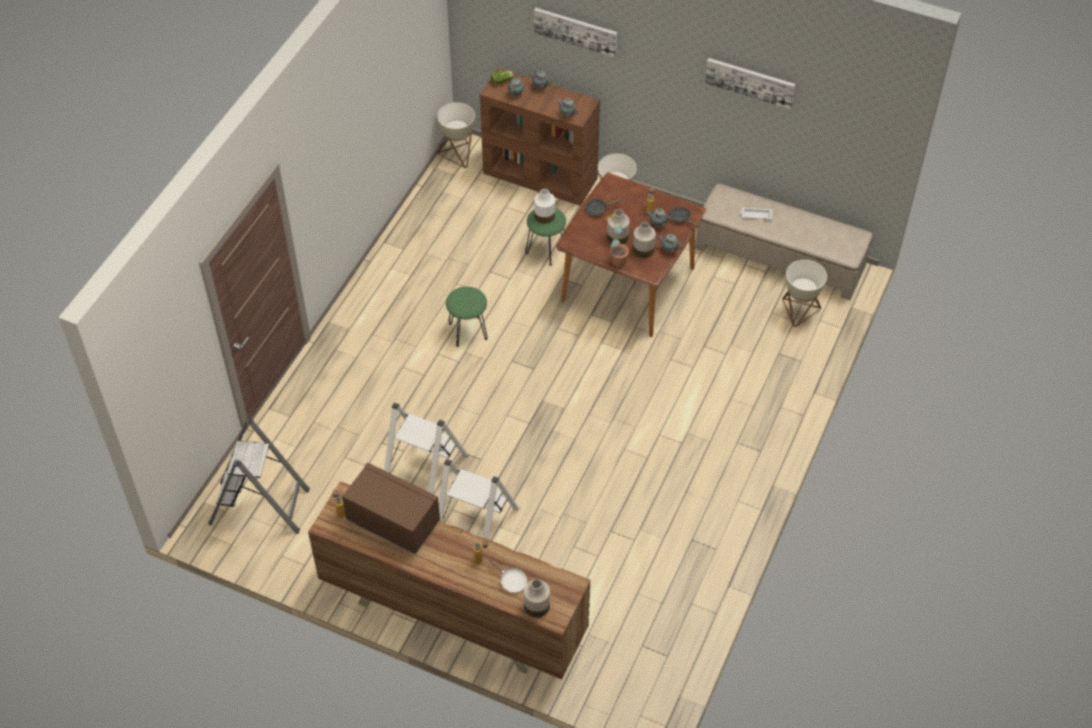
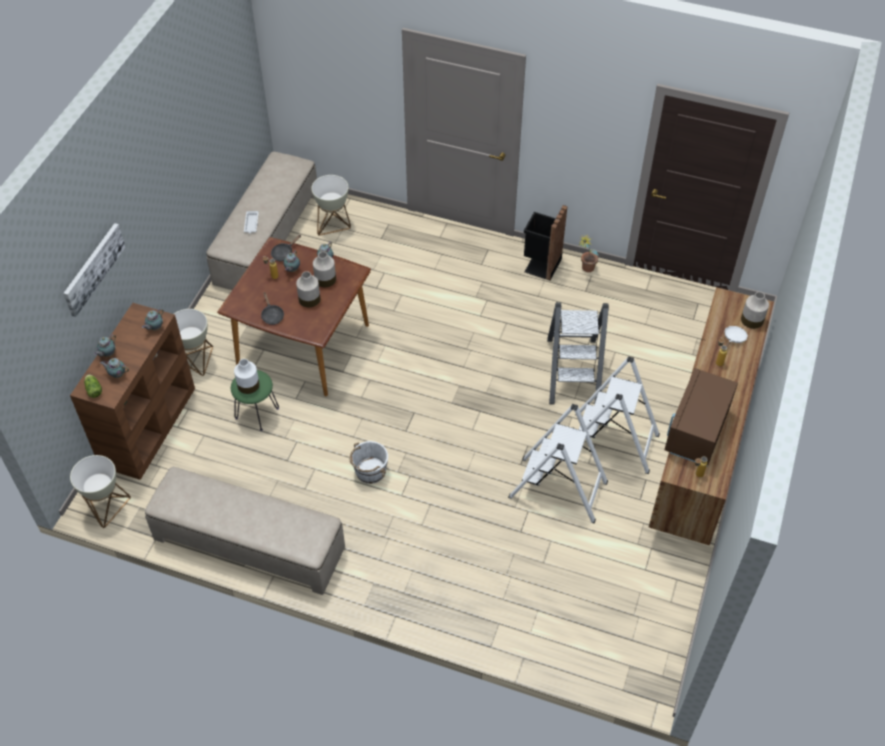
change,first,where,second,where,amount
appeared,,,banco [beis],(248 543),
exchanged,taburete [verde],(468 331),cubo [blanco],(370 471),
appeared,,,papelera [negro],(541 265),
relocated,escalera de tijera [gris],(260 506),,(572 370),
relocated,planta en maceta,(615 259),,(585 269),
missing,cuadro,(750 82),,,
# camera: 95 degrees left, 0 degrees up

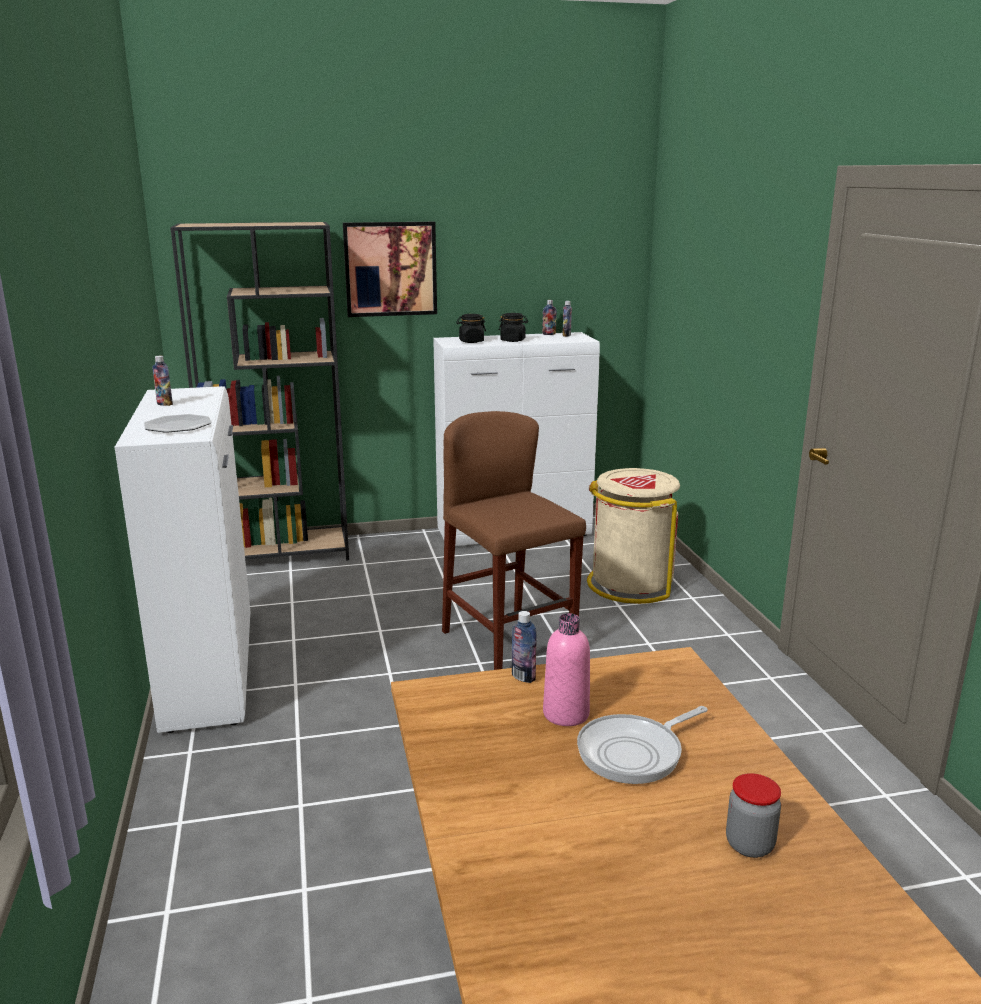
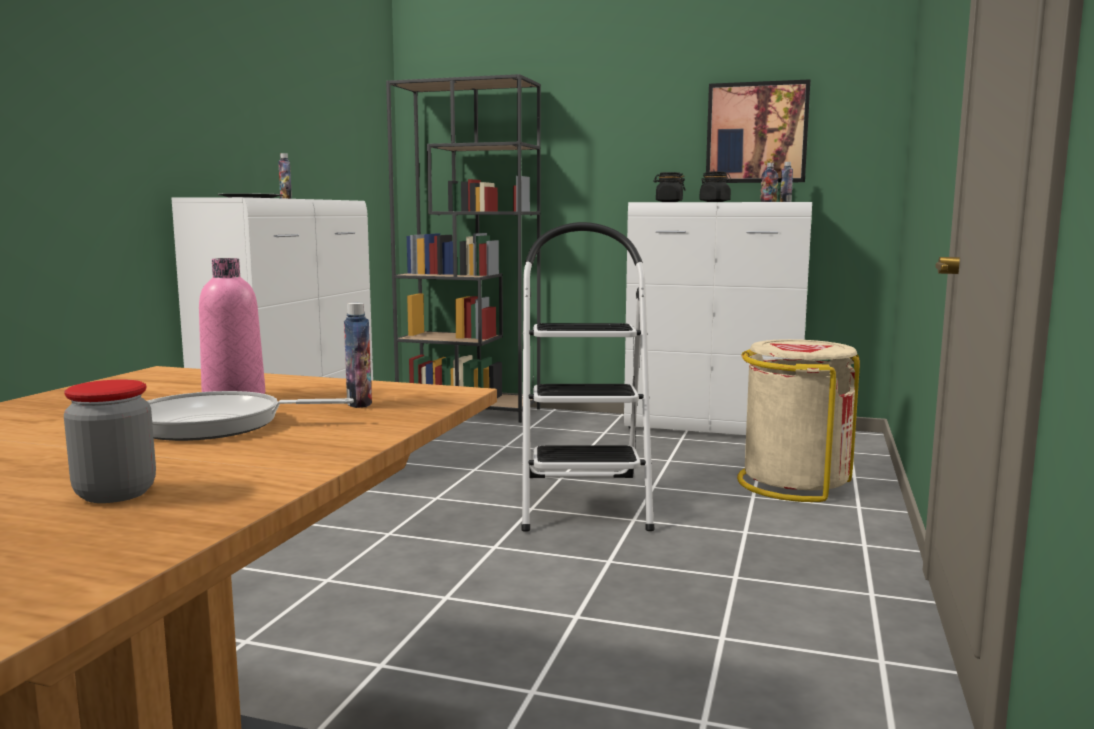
change,first,where,second,where,amount
relocated,botella,(523 677),,(359 404),
exchanged,taburete [marrón],(508 642),escalera de tijera,(584 500),
relocated,cuadro,(390 269),,(757 133),
# camera: 30 degrees right, 10 degrees down

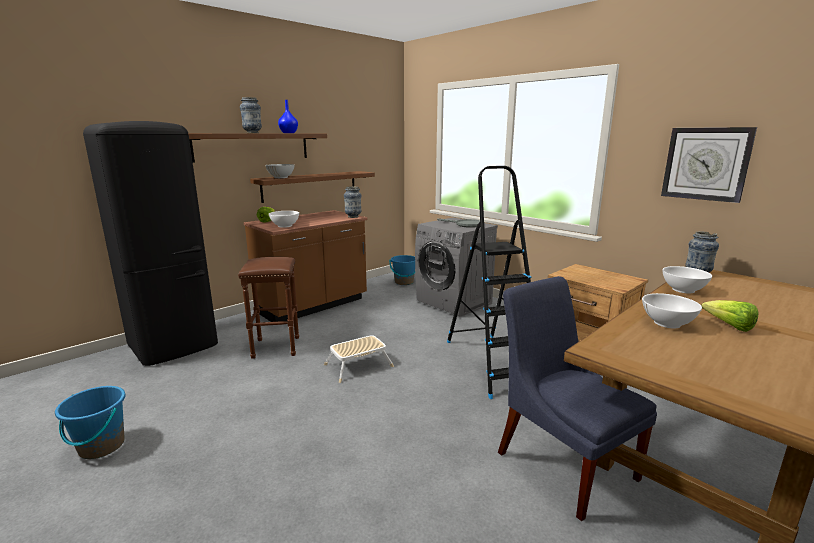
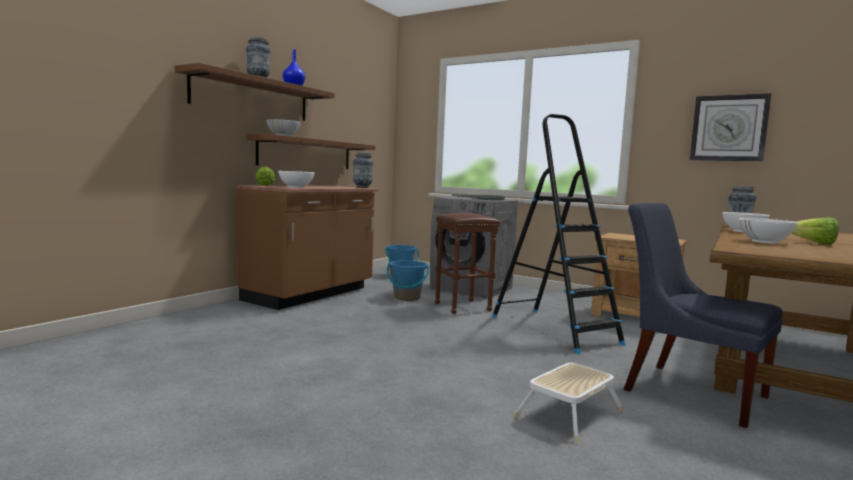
change,first,where,second,where,amount
relocated,cubo [azul],(101 446),,(407 298),
relocated,taburete [marrón],(275 347),,(462 307),
relocated,escalera de tijera [beis],(358 365),,(570 414),
missing,nevera [negro],(175 346),,,
# camera: 15 degrees left, 10 degrees down

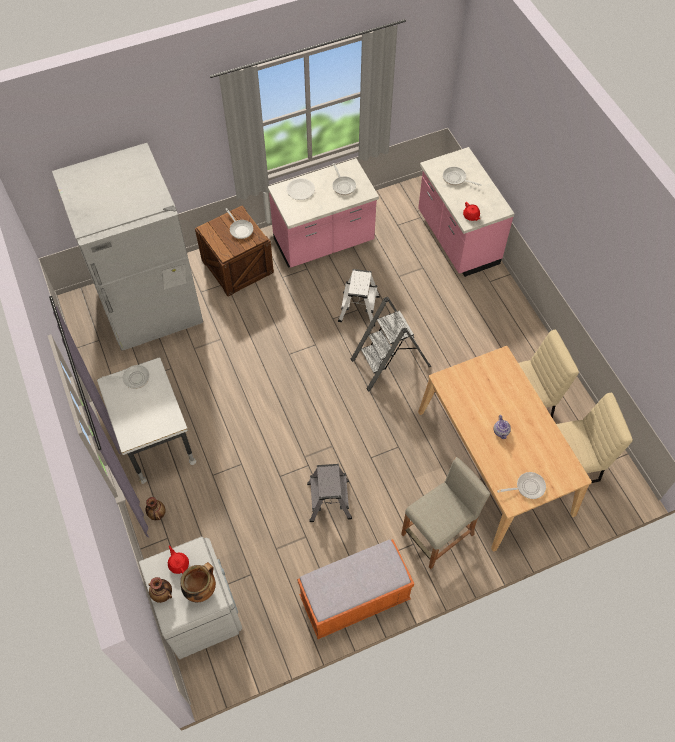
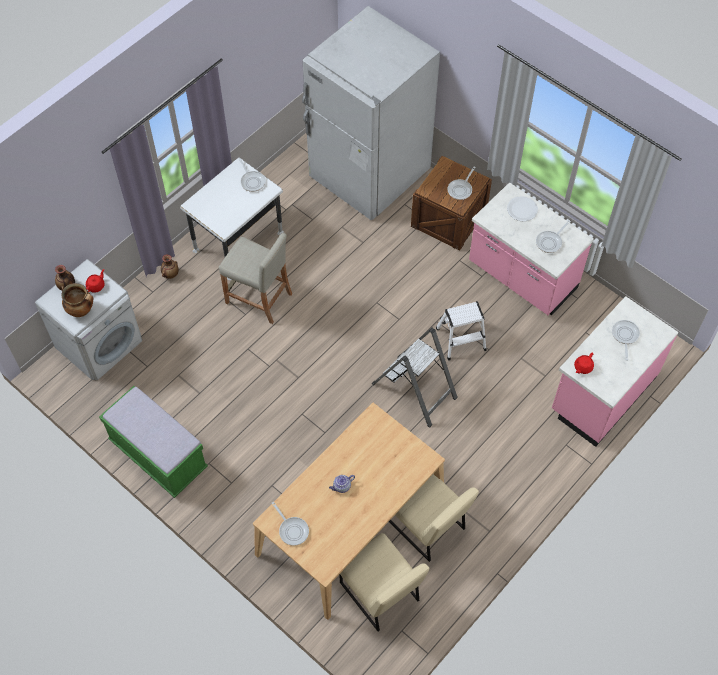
change,first,where,second,where,amount
colour,banco [naranja],(354 599),banco [verde],(158 455),
relocated,taburete [beis],(438 535),,(259 298),
missing,escalera de tijera [gris],(329 500),,,
# camera: 65 degrees right, 0 degrees up

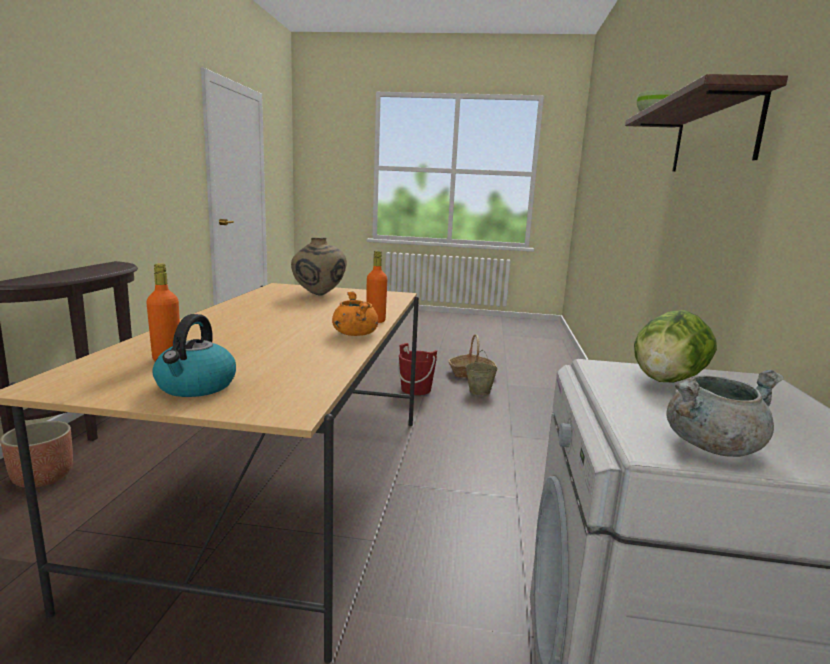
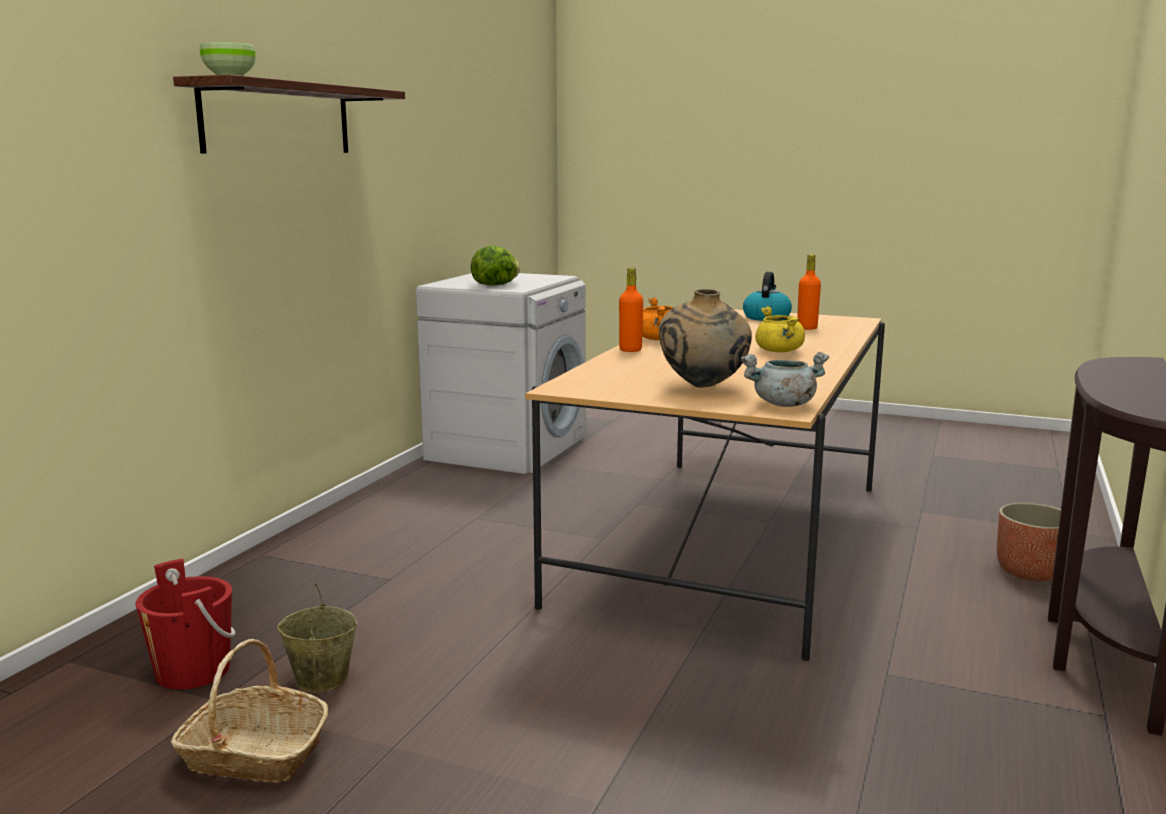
change,first,where,second,where,amount
relocated,cubo [rojo],(416 389),,(193 671),
relocated,olla [gris],(712 445),,(783 404),
appeared,,,olla [amarillo],(779 351),
# camera: 165 degrees left, 0 degrees up

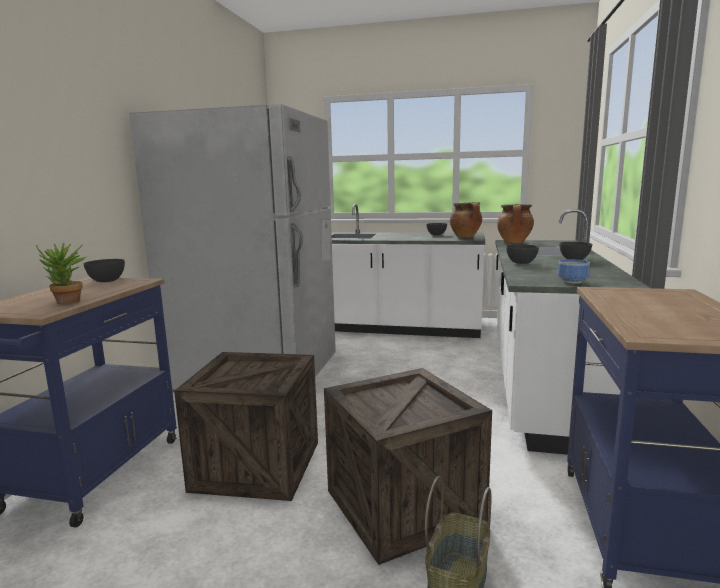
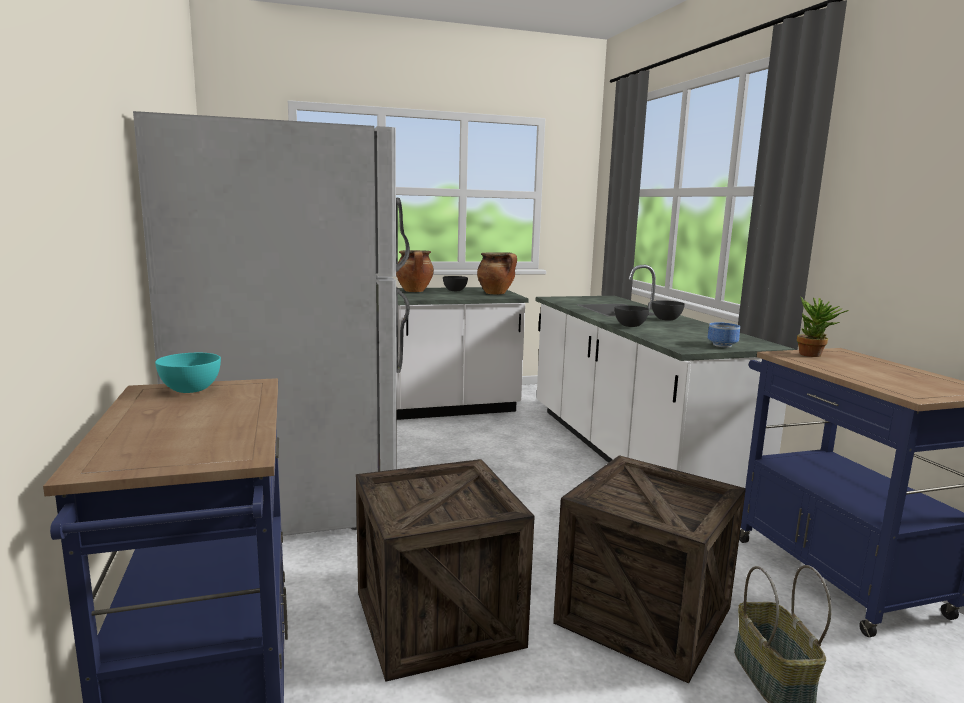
change,first,where,second,where,amount
colour,cuenco [gris],(107 281),cuenco [turquesa],(191 390),
relocated,olla,(514 242),,(415 291),
relocated,planta en maceta,(67 303),,(814 355),
# camera: 30 degrees left, 0 degrees up

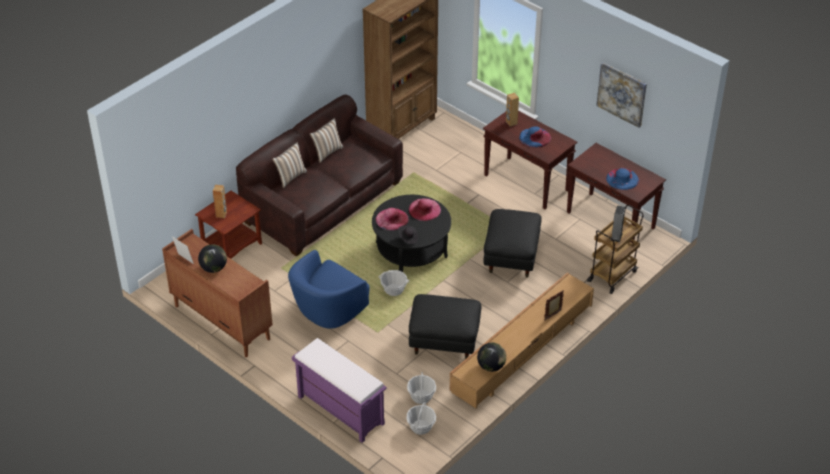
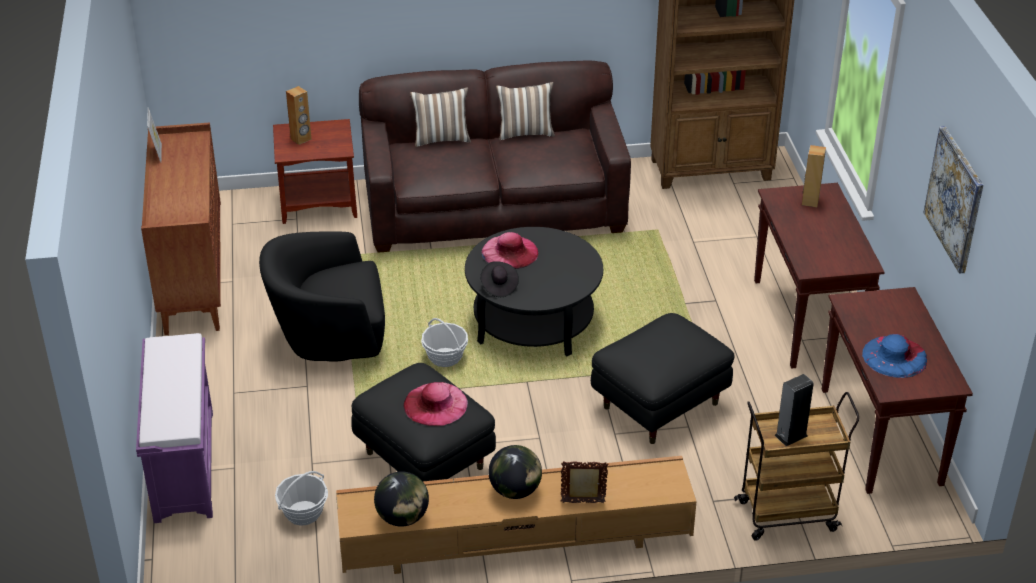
change,first,where,second,where,amount
colour,sillón [azul],(328 312),sillón [negro],(330 338),
relocated,sombrero [rosa],(424 209),,(435 404),
relocated,globo terráqueo,(213 268),,(515 491),
missing,cesta,(421 427),,,
missing,sombrero [azul],(535 137),,,
# camera: 40 degrees right, 5 degrees down

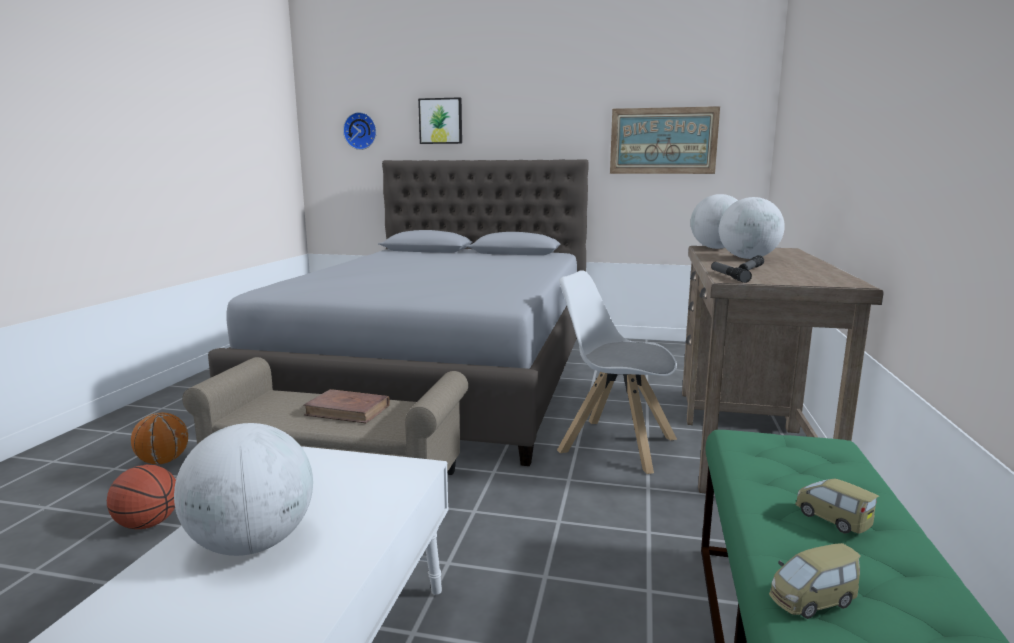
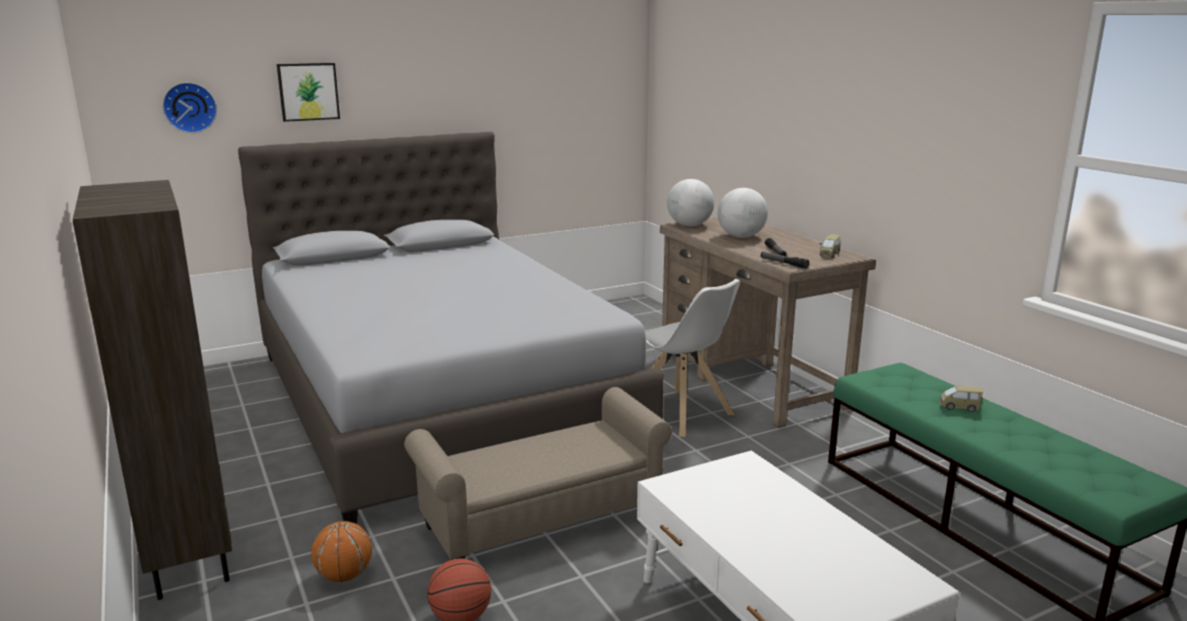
change,first,where,second,where,amount
appeared,,,estantería [marrón],(187 554),
spun,silla,(614 444),,(682 413),120 degrees counterclockwise
relocated,coche de juguete,(811 600),,(829 254),
missing,globo terráqueo,(252 544),,,
missing,libro [marrón],(348 410),,,
missing,cuadro,(663 141),,,
# camera: 40 degrees left, 5 degrees up

